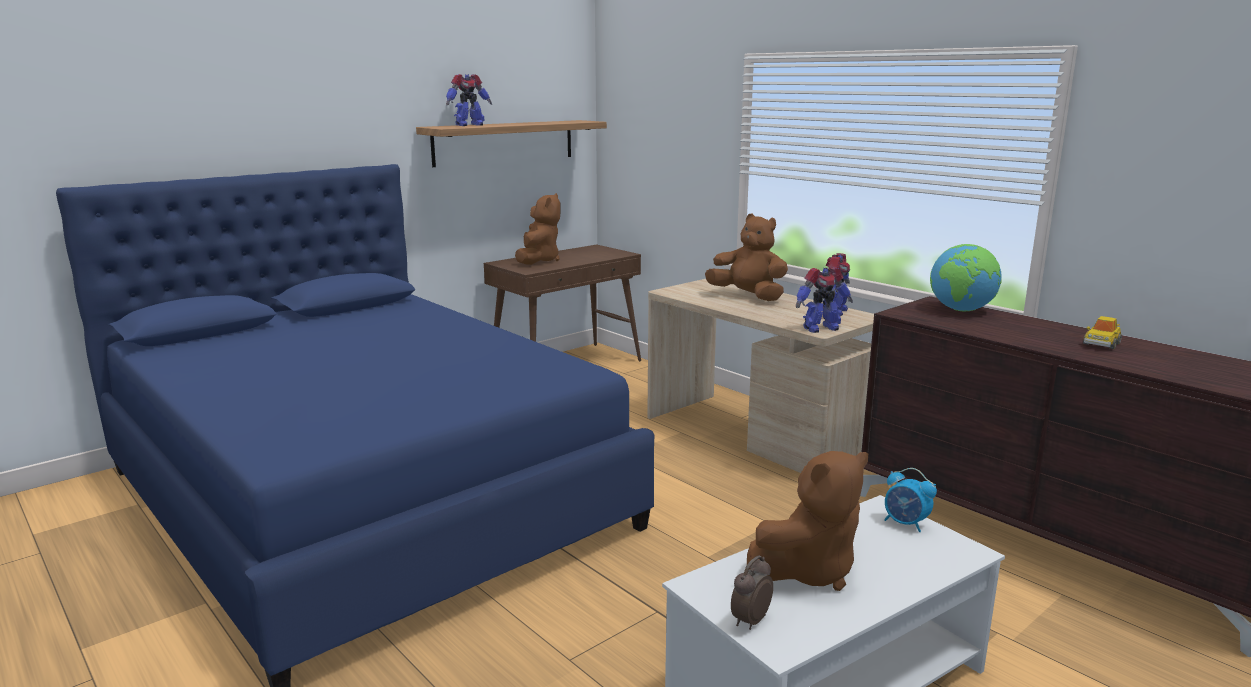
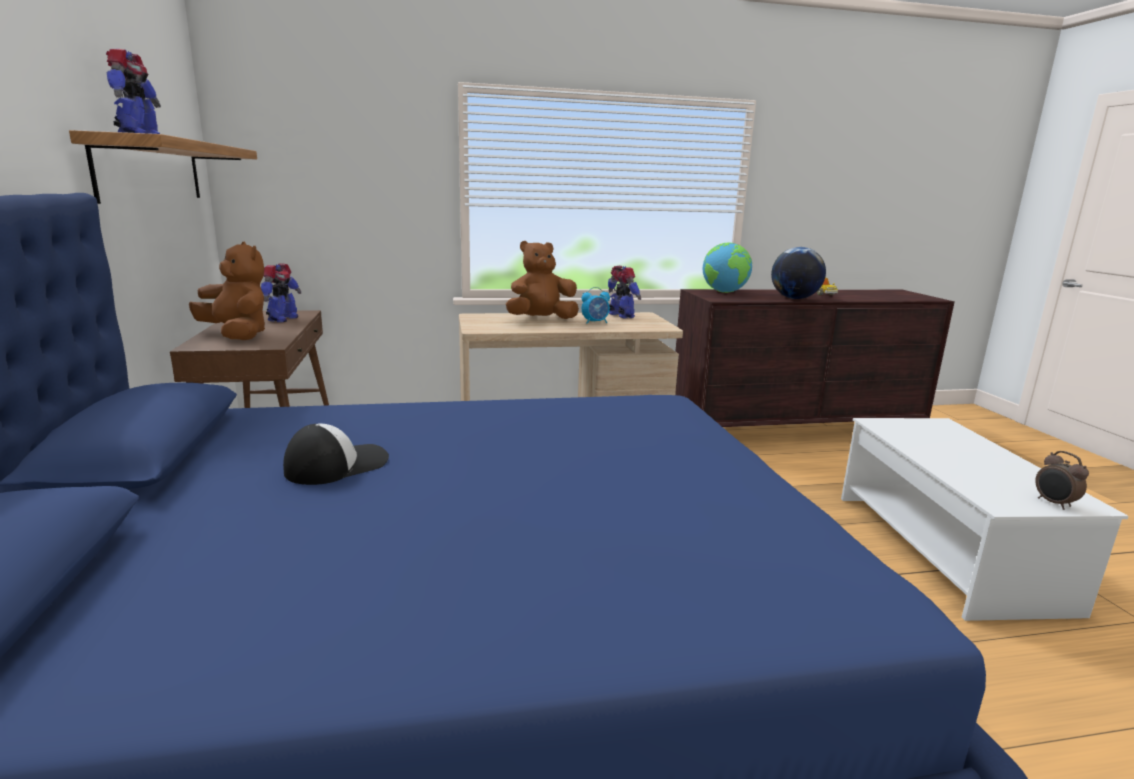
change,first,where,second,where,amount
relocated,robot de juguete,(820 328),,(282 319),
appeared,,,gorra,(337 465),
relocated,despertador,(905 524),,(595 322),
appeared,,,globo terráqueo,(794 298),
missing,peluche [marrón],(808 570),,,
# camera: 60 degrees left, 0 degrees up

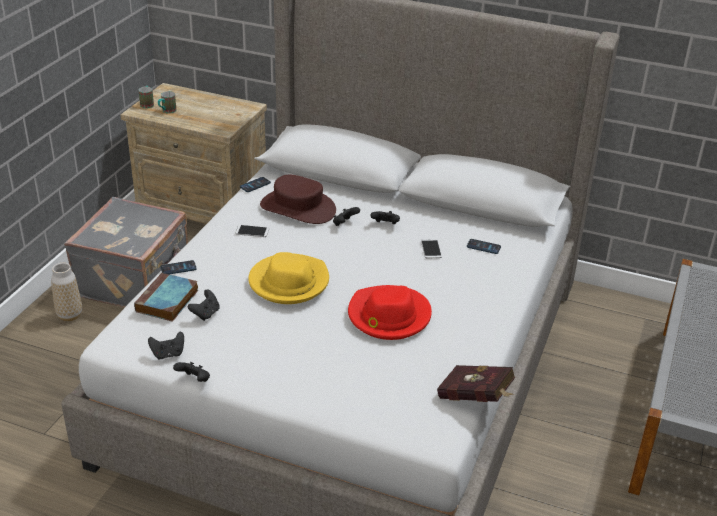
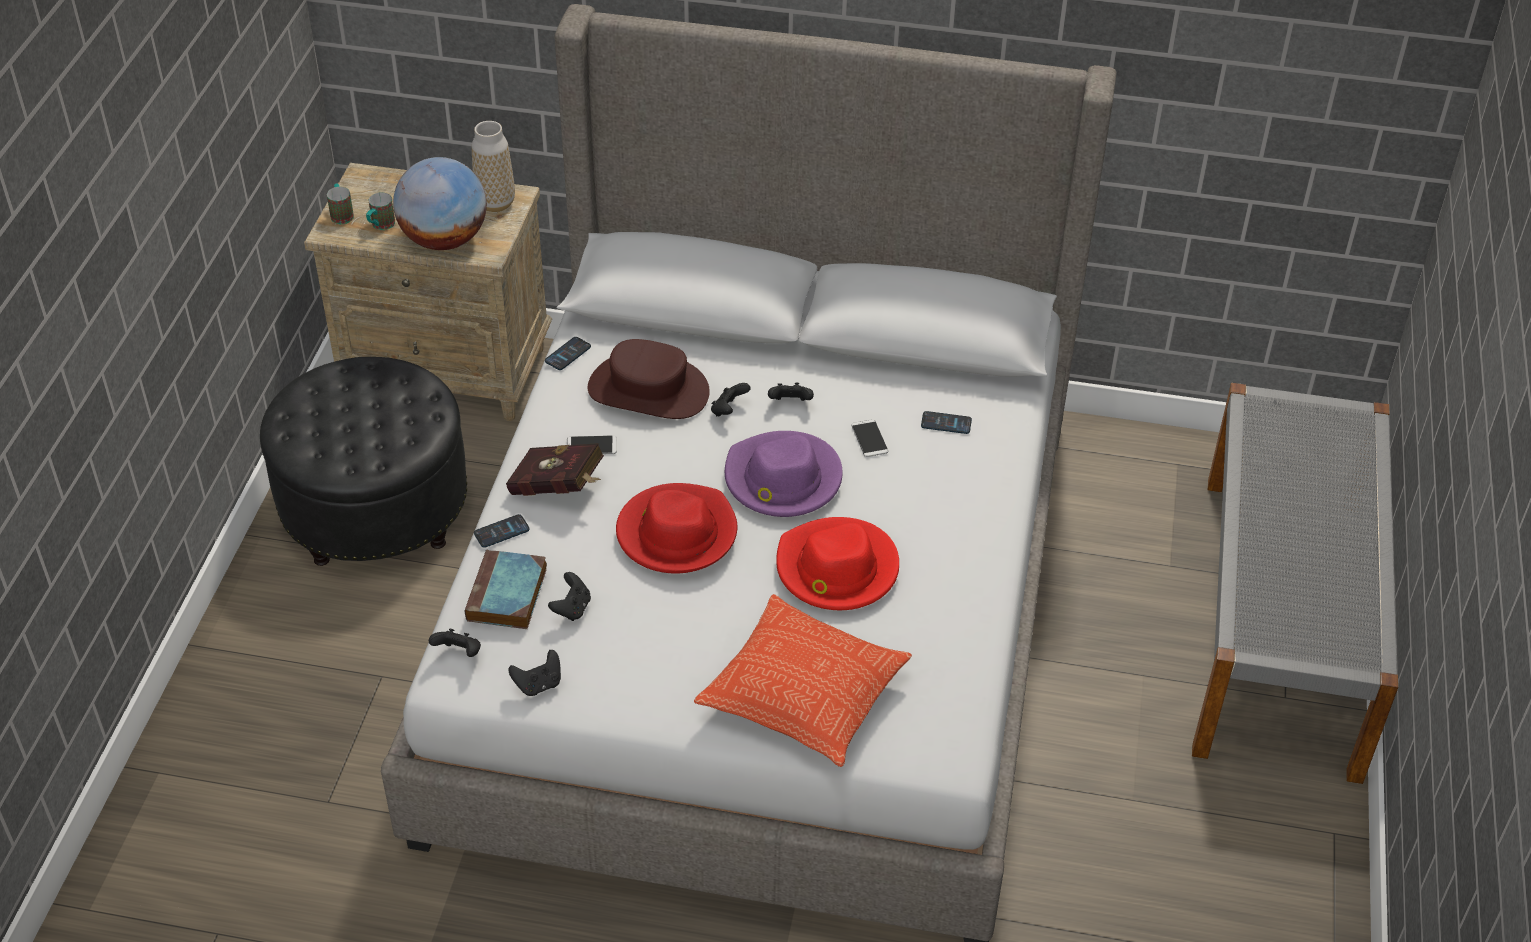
change,first,where,second,where,amount
exchanged,maleta [gris],(135 280),puf [negro],(375 511),
appeared,,,globo terráqueo,(444 240),
relocated,mando de consola [negro],(194 380),,(459 653),
relocated,florero,(70 315),,(495 203),
relocated,libro [rojo],(476 399),,(559 488),
colour,sombrero [amarillo],(289 282),sombrero [rojo],(676 533),
appeared,,,cojín [naranja],(804 697),
appeared,,,sombrero [morado],(782 479),
# camera: 10 degrees left, 10 degrees up

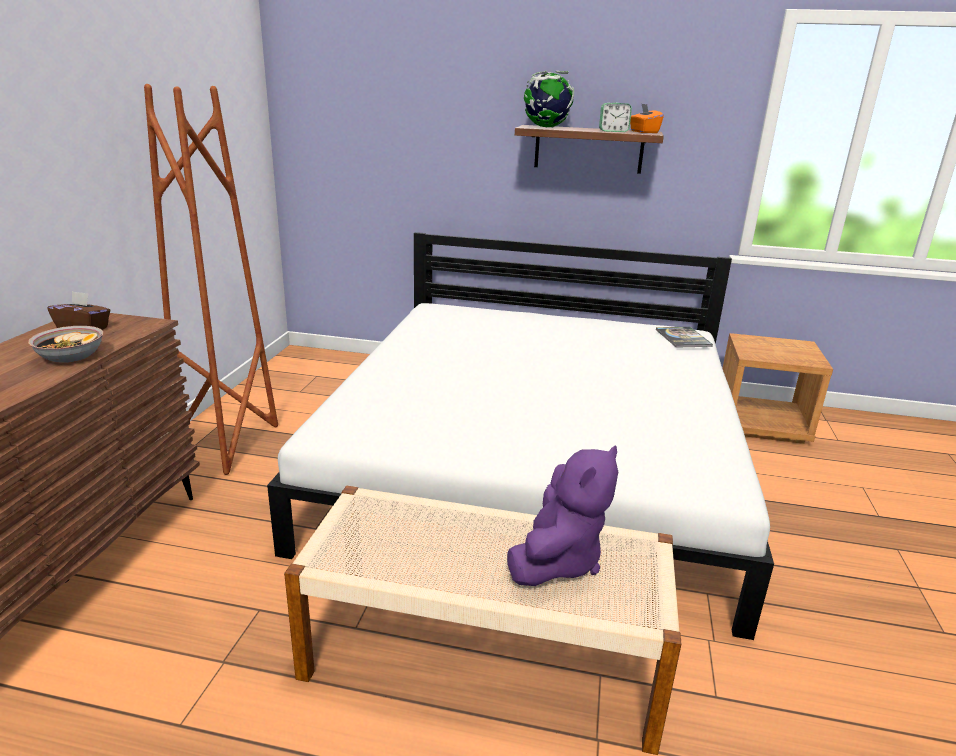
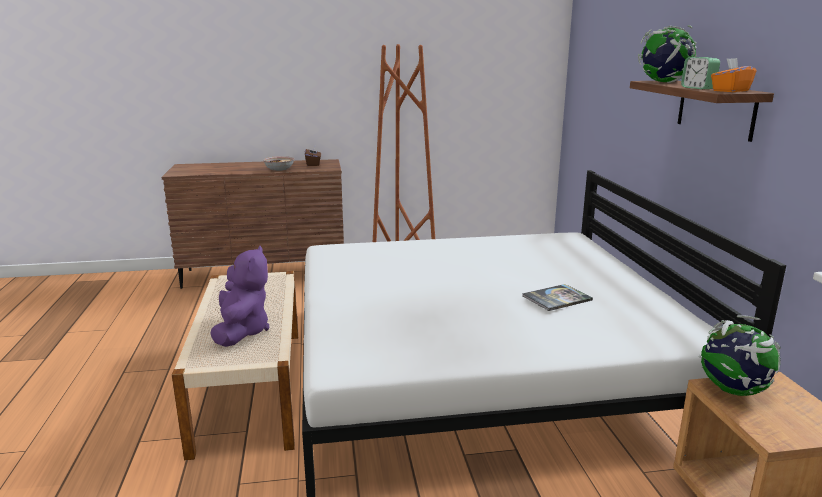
change,first,where,second,where,amount
spun,peluche [morado],(557 560),,(241 331),105 degrees counterclockwise
relocated,libro,(683 338),,(557 298),
appeared,,,globo terráqueo,(733 391),
# camera: 70 degrees right, 5 degrees down

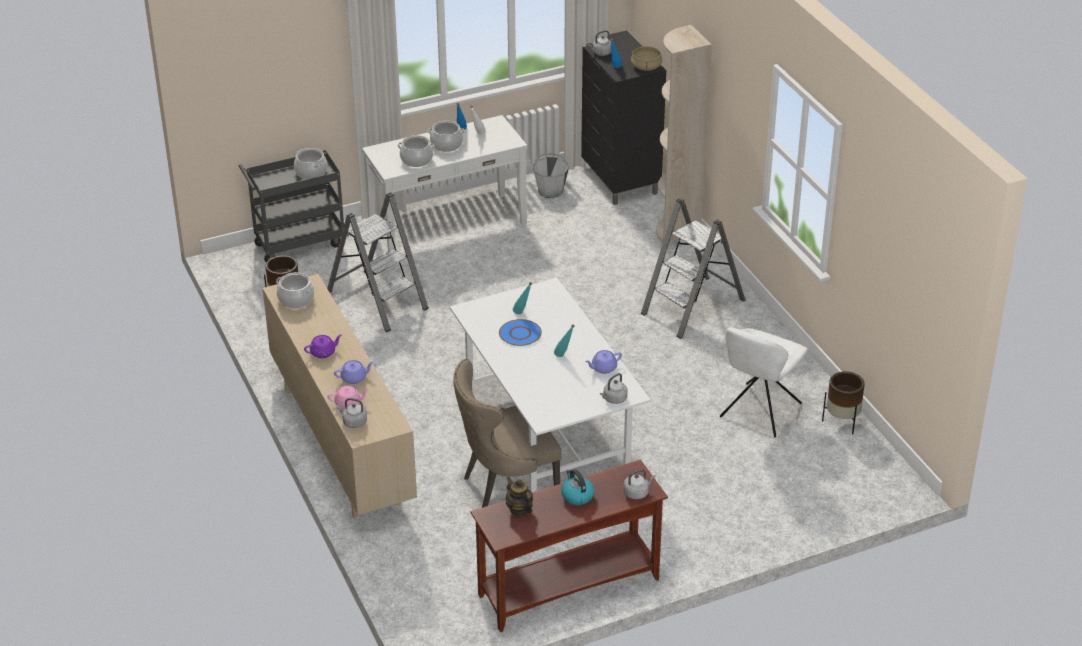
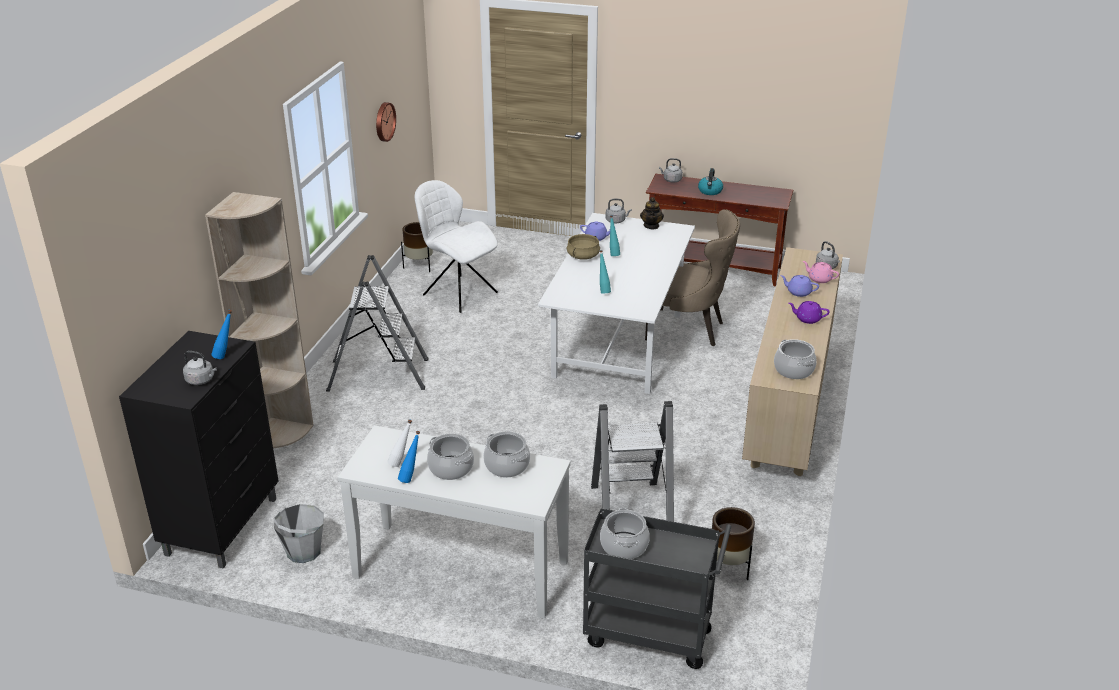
change,first,where,second,where,amount
appeared,,,reloj de pared,(384 121),
spun,silla [blanco],(759 412),,(458 293),120 degrees counterclockwise
relocated,olla [beis],(646 67),,(583 256),
relocated,tetera,(519 509),,(651 226),
missing,plato [azul],(520 333),,,
# camera: 140 degrees left, 5 degrees down

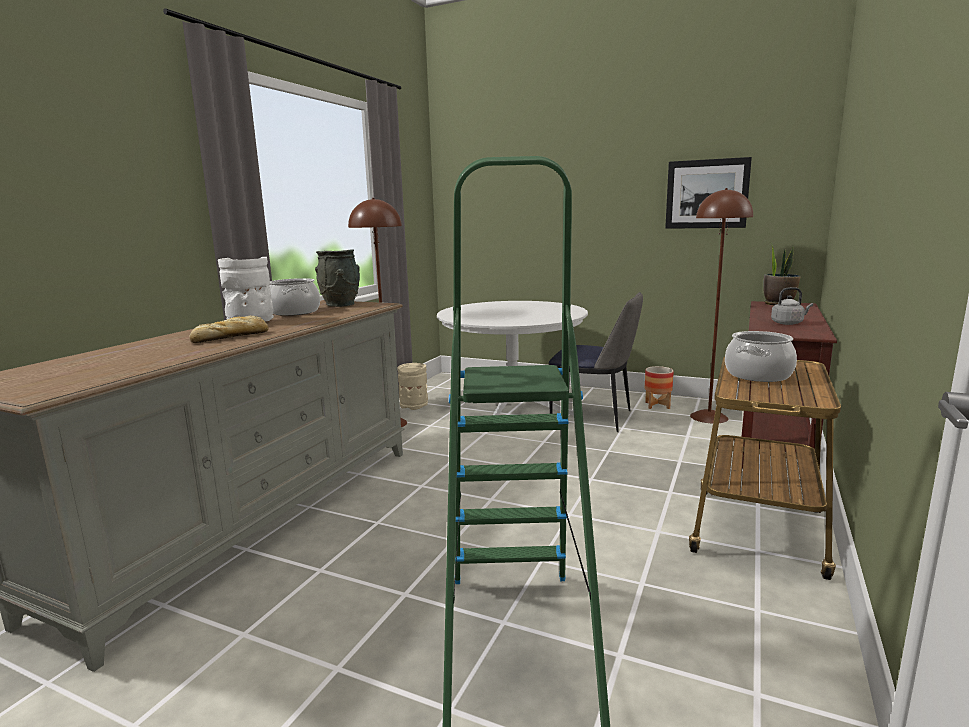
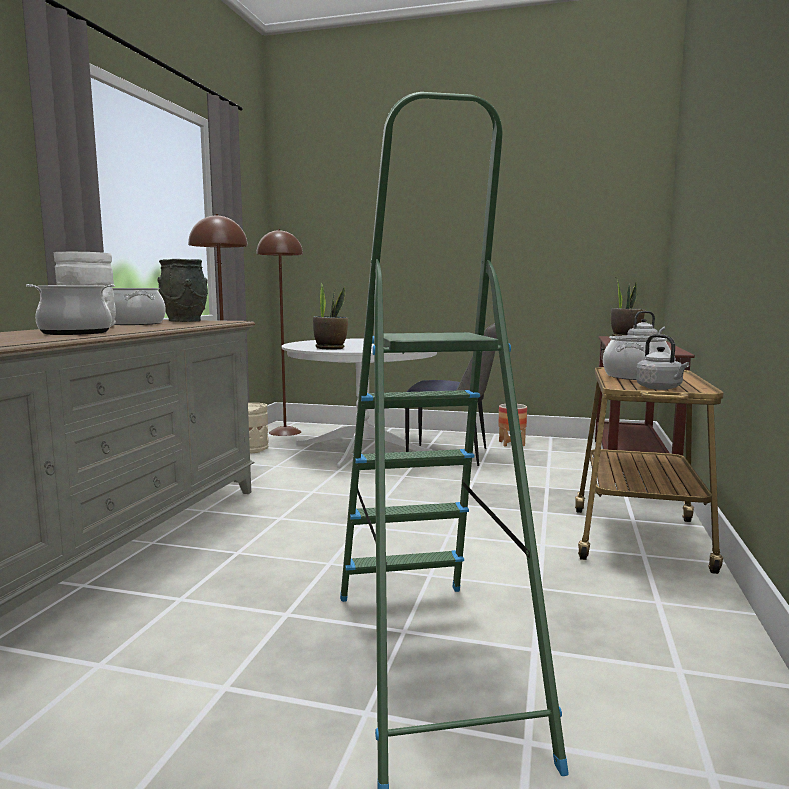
change,first,where,second,where,amount
exchanged,pan,(232 336),olla,(75 333),
relocated,lámpara de pie [marrón],(709 417),,(285 432),
appeared,,,planta en maceta,(330 348),
appeared,,,hervidor [gris],(660 388),
missing,cuadro,(706 194),,,
# camera: 10 degrees left, 5 degrees down

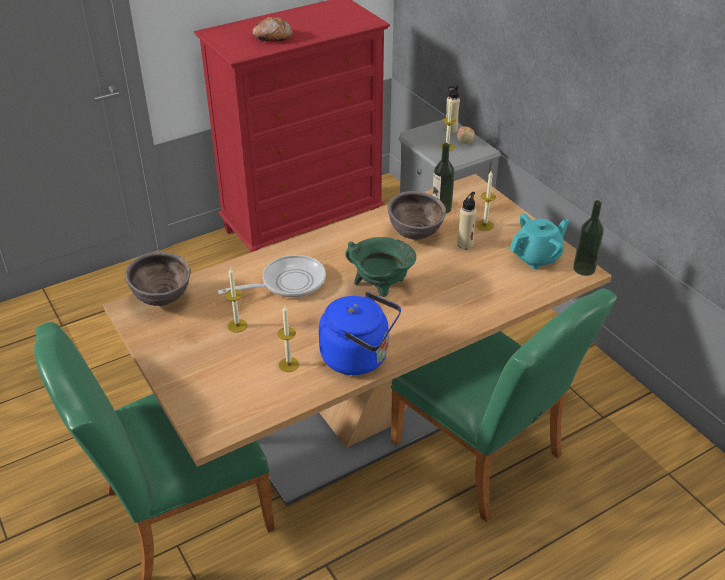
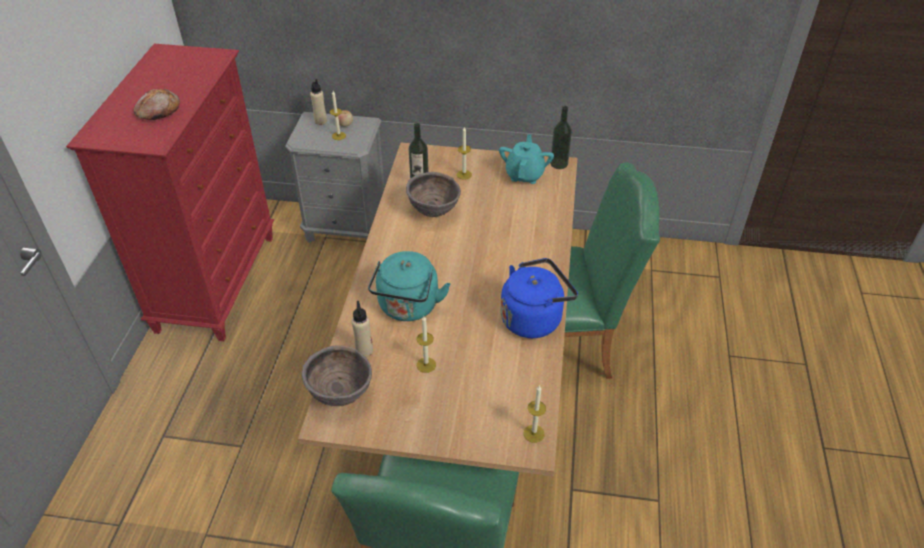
change,first,where,second,where,amount
relocated,botella [beis],(465 244),,(364 350),
exchanged,sartén,(288 283),hervidor [turquesa],(408 308),
relocated,vela,(289 364),,(533 433),
missing,olla [verde],(381 289),,,
# camera: 50 degrees left, 5 degrees up

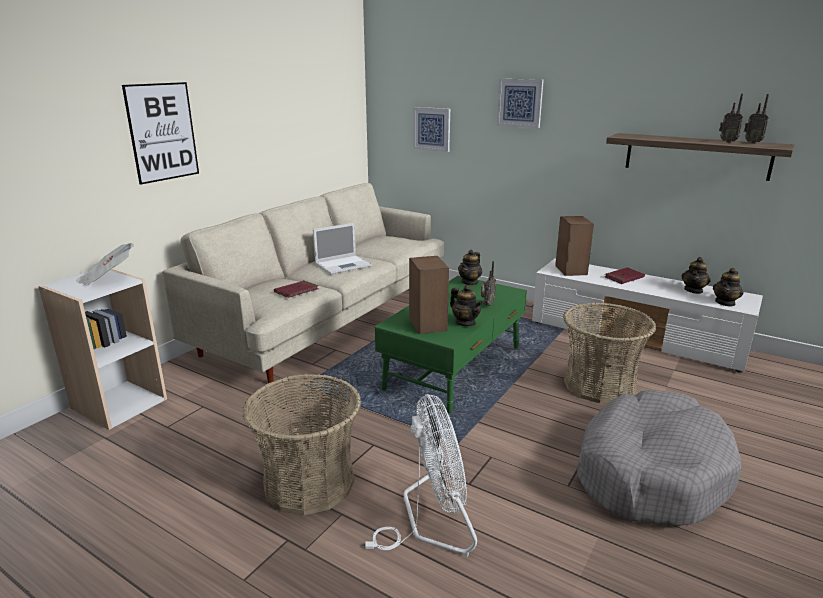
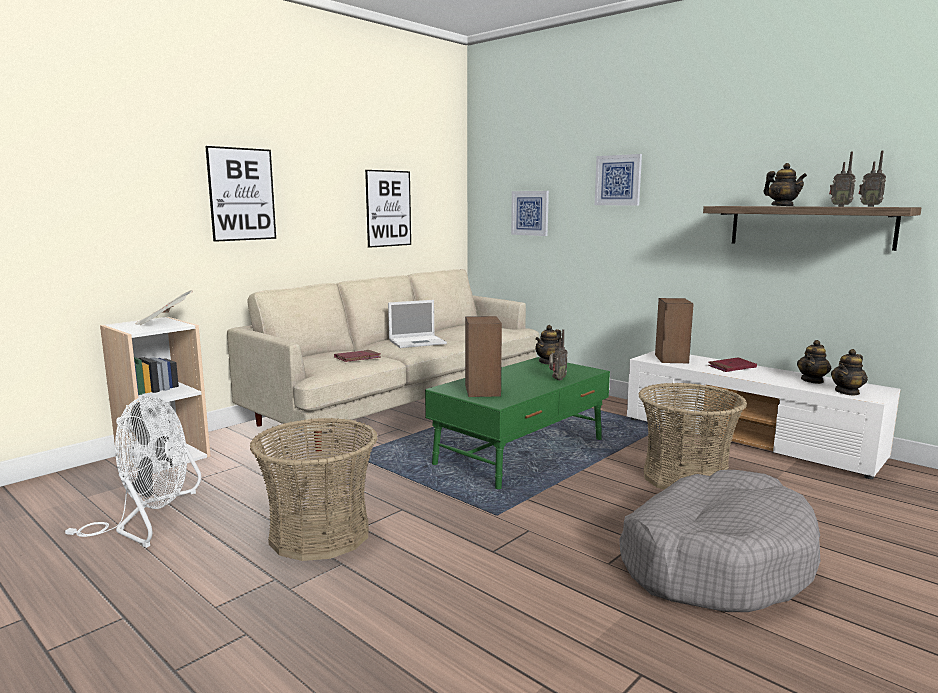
change,first,where,second,where,amount
relocated,ventilador [blanco],(427 517),,(146 520),
appeared,,,cuadro,(388 208),
relocated,tetera,(465 322),,(782 206),
# camera: 10 degrees right, 10 degrees down

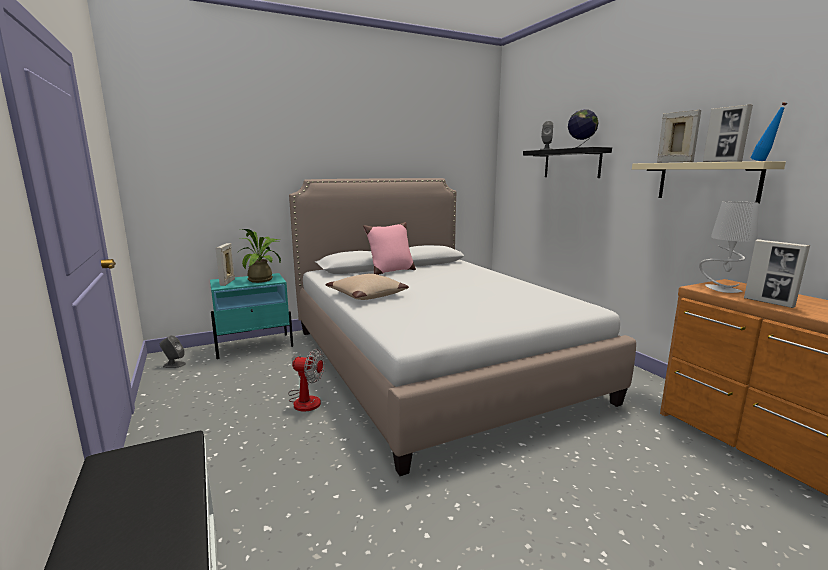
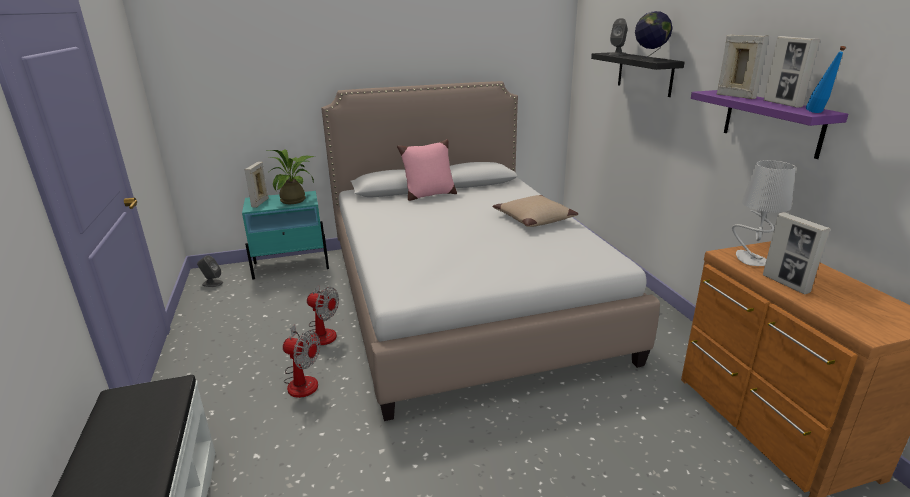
change,first,where,second,where,amount
appeared,,,ventilador,(302 380),
relocated,cojín [beis],(366 295),,(533 219),
colour,estante [beis],(707 181),estante [morado],(772 122),
# camera: 10 degrees right, 10 degrees up

